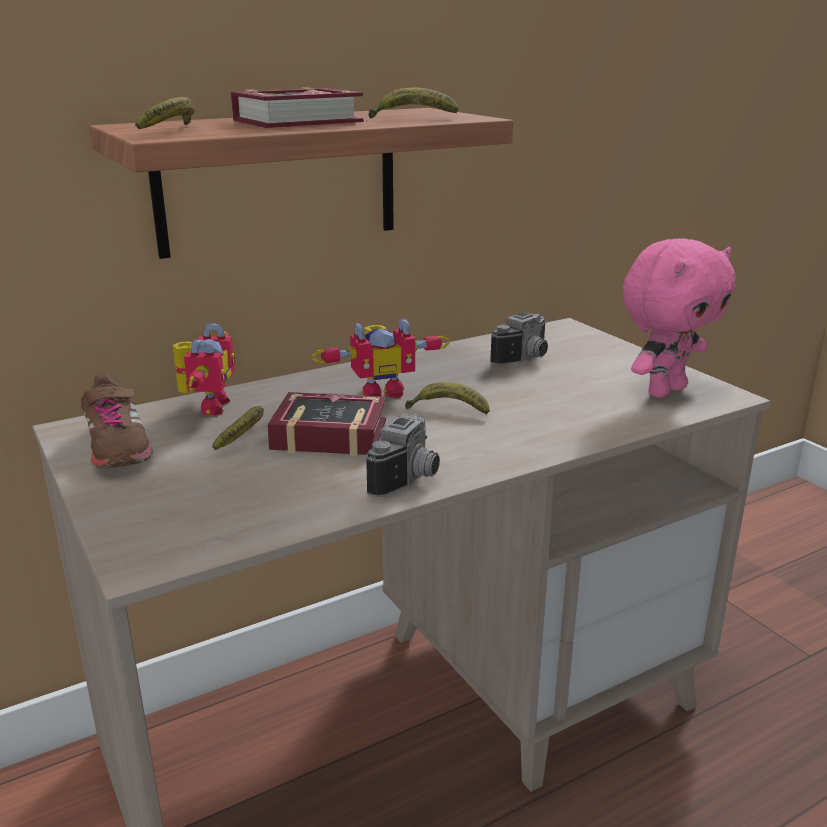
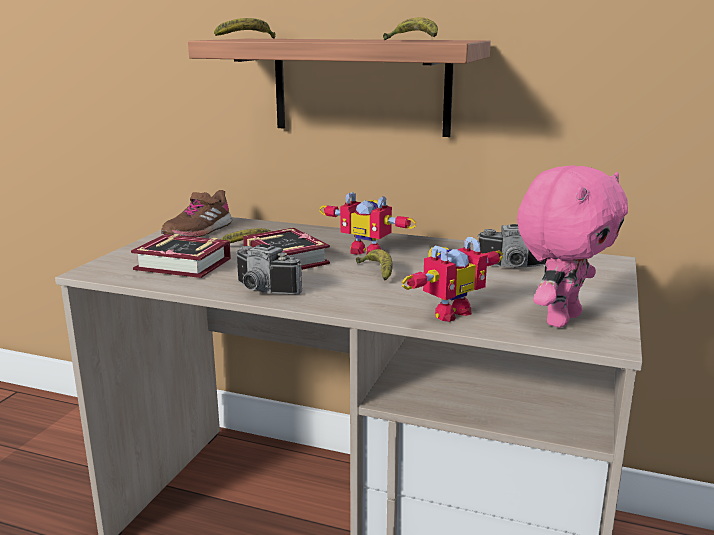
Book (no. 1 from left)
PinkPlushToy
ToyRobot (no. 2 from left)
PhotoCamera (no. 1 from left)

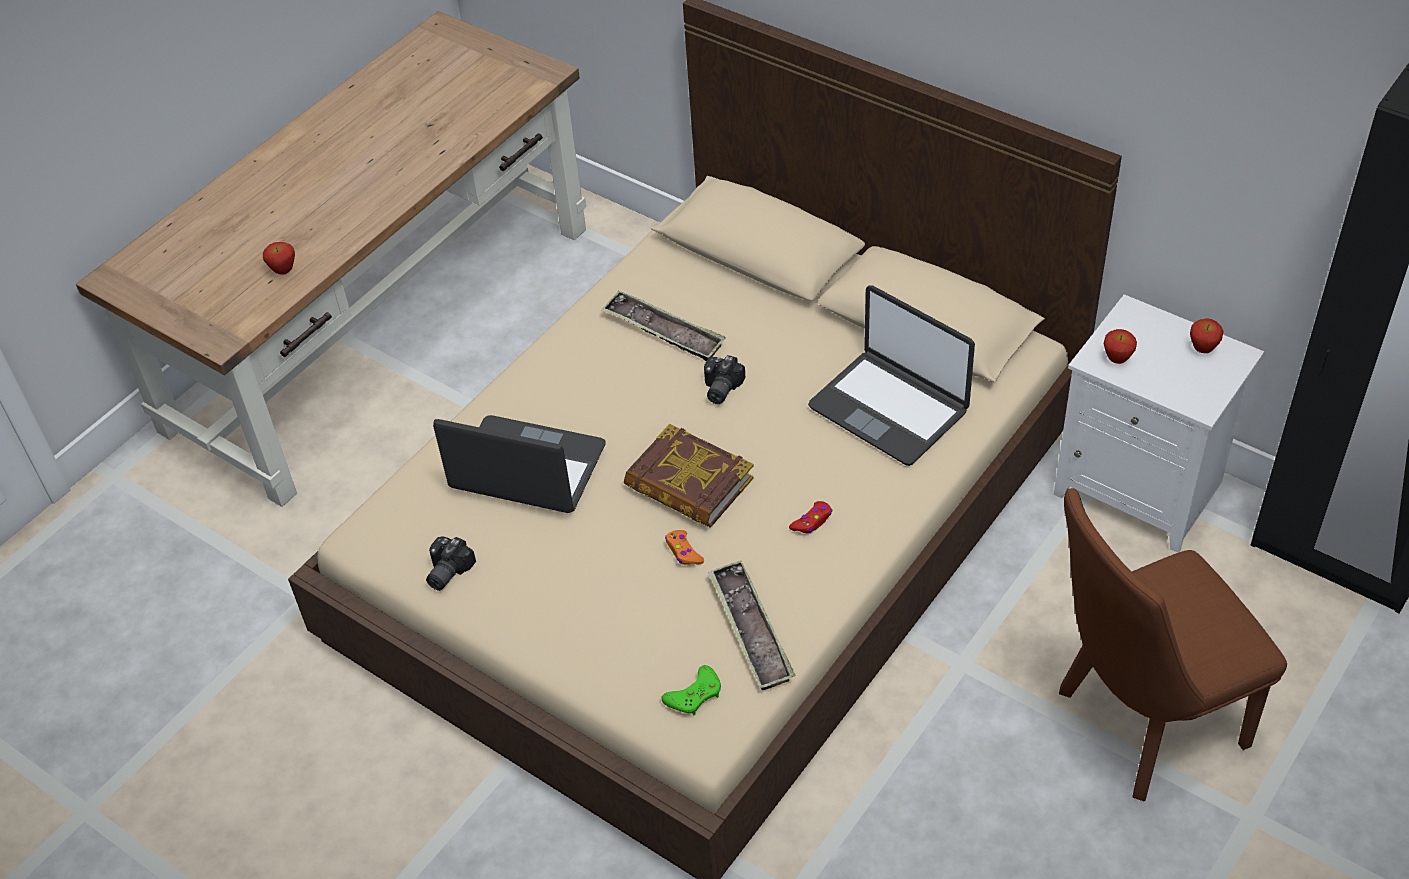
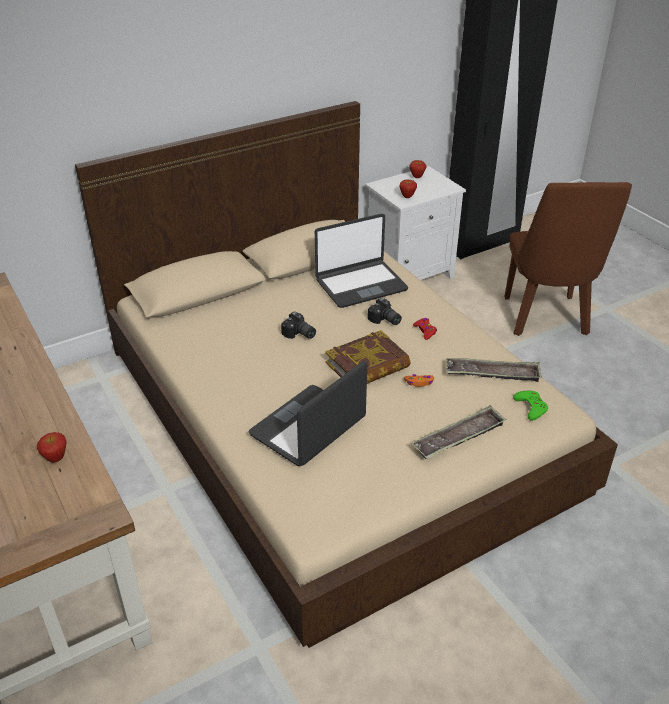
Tray (no. 1 from left)
PhotoCamera (no. 2 from left)

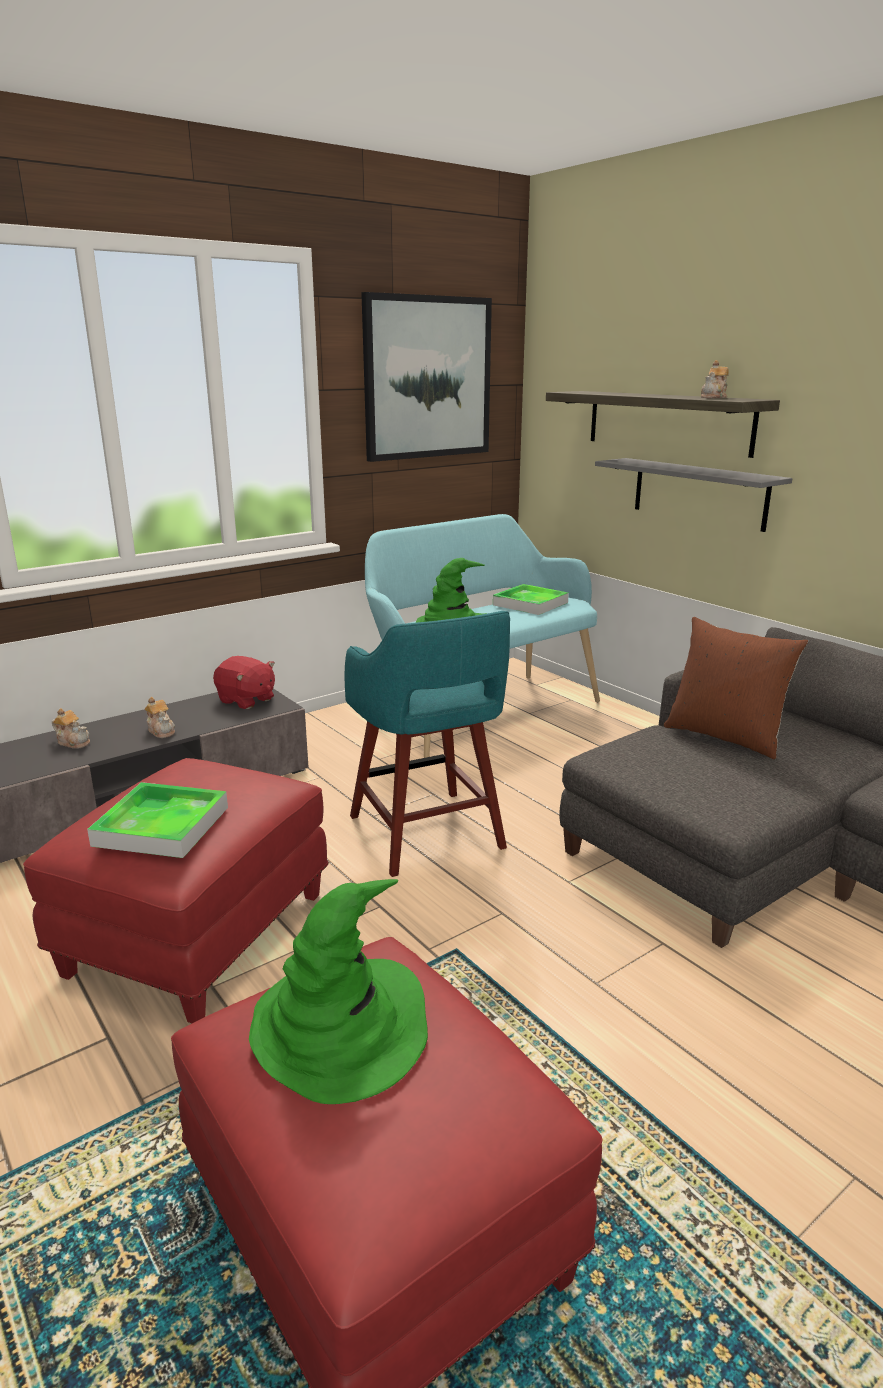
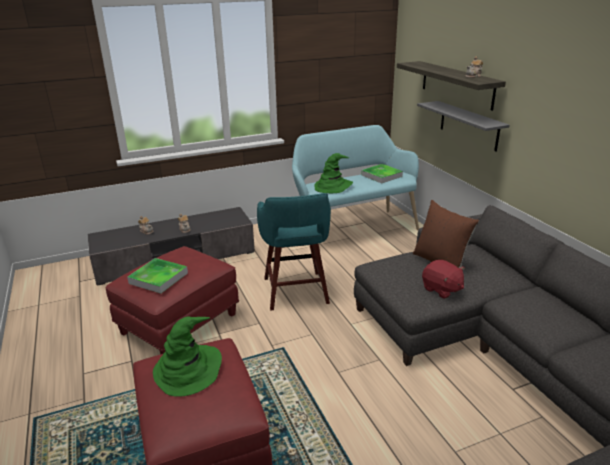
Picture
RedPlushToy

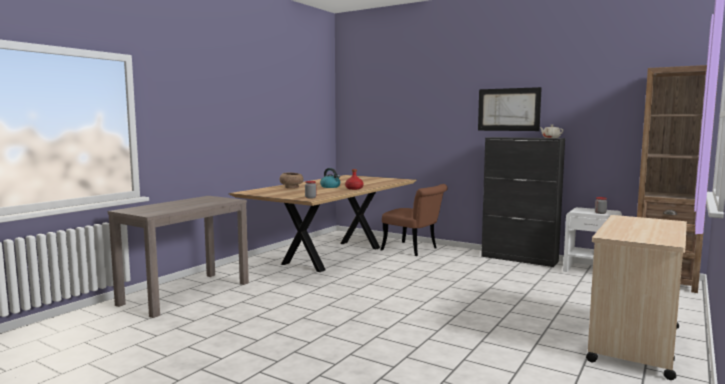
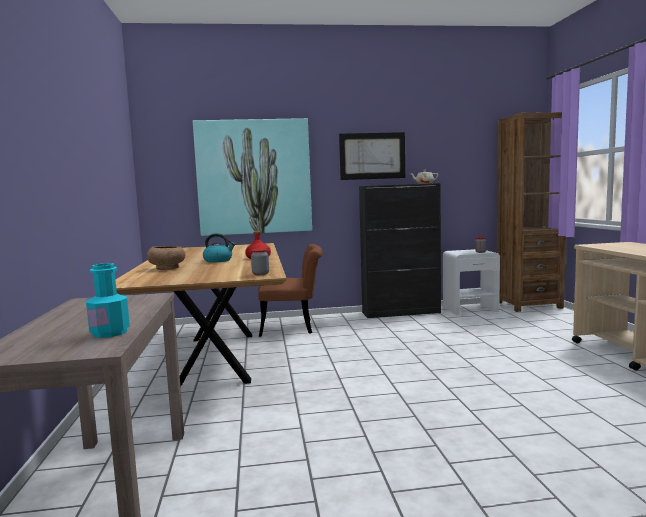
Picture (no. 1 from left)
TurquoiseBottle

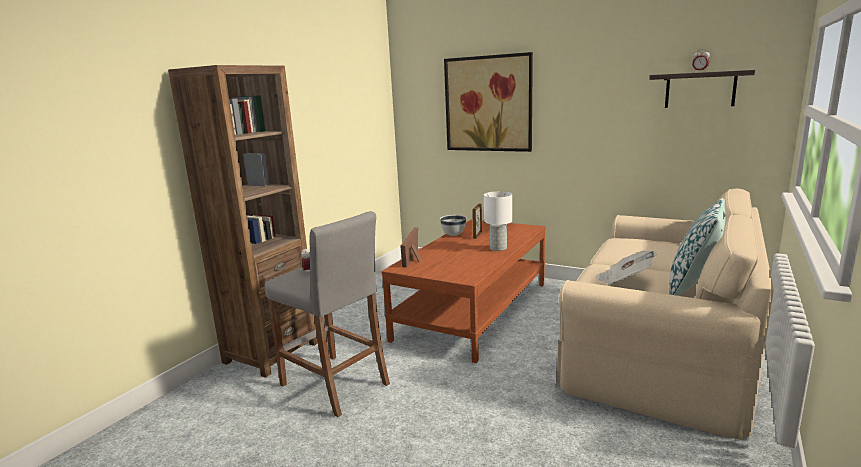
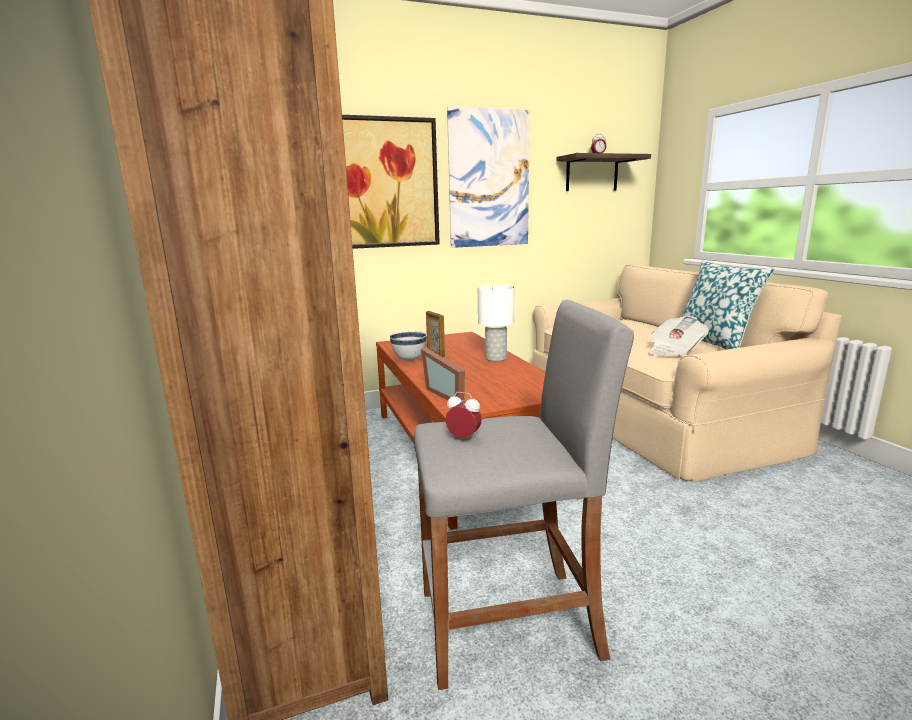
Picture (no. 2 from left)

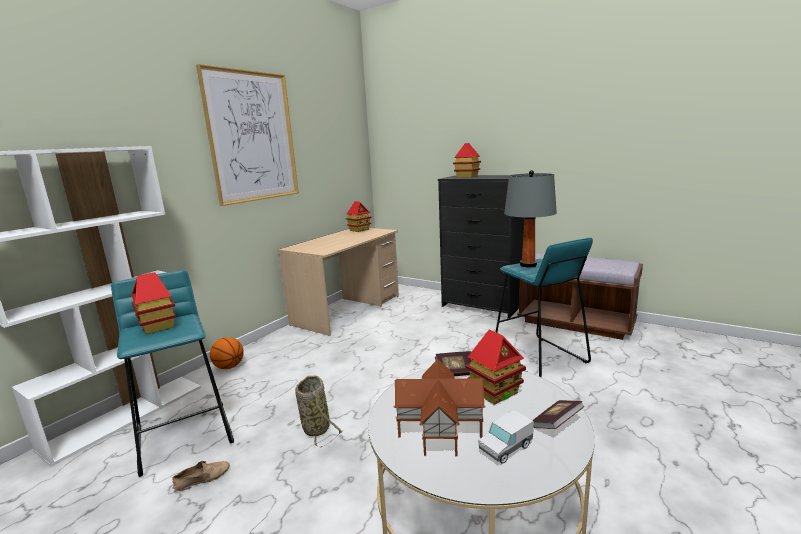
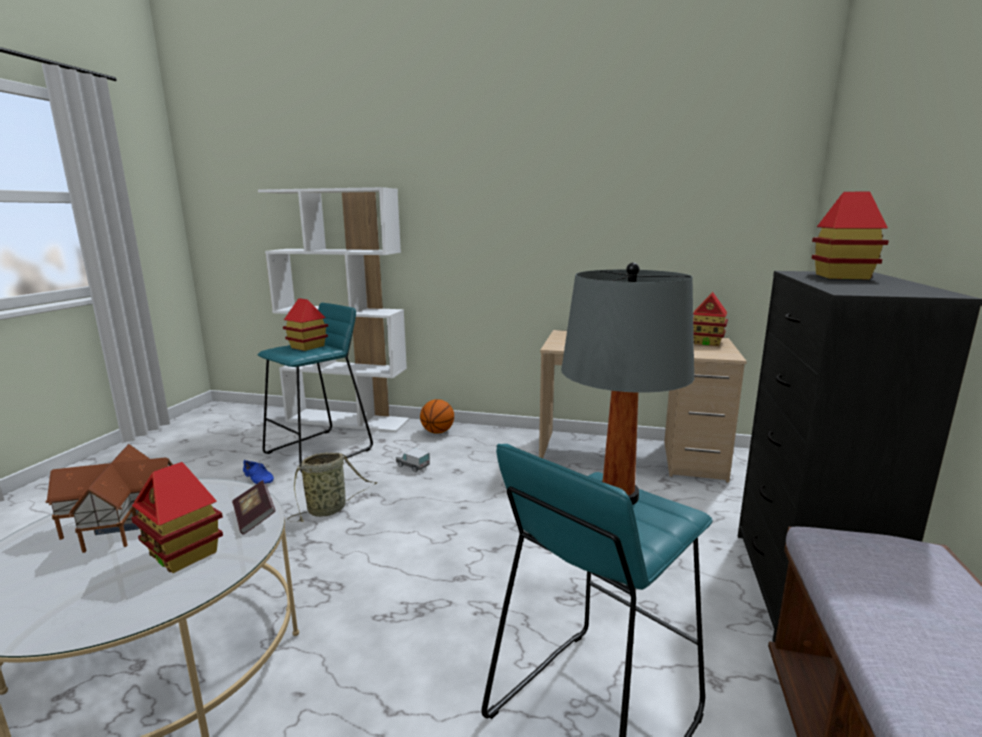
Picture
Book (no. 2 from left in the first image)
ToyTruck
BlueShoe

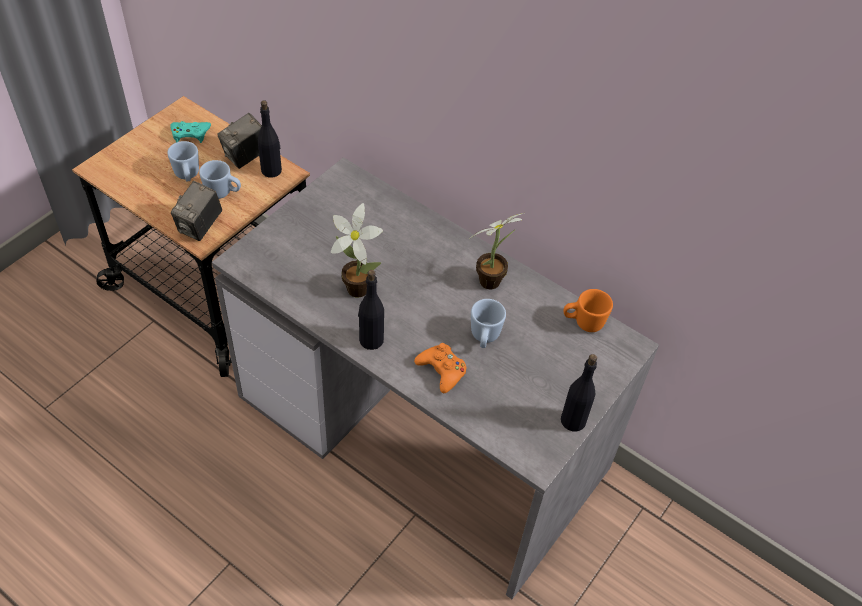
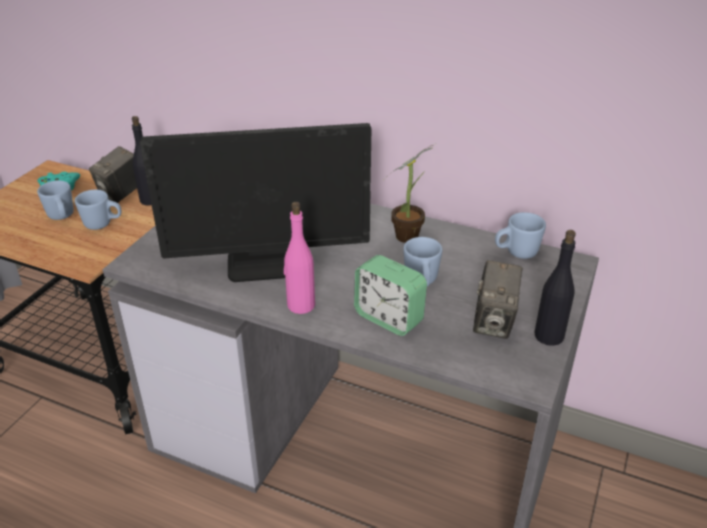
PhotoCamera (no. 2 from left)
Monitor
PinkBottle
BlueMug (no. 4 from left)
AlarmClock

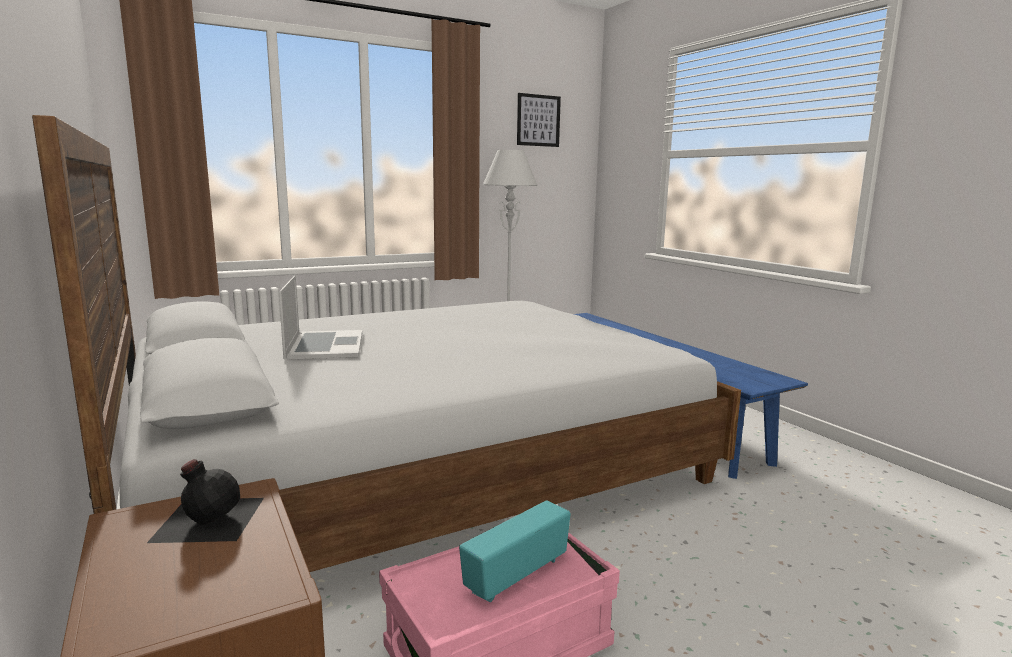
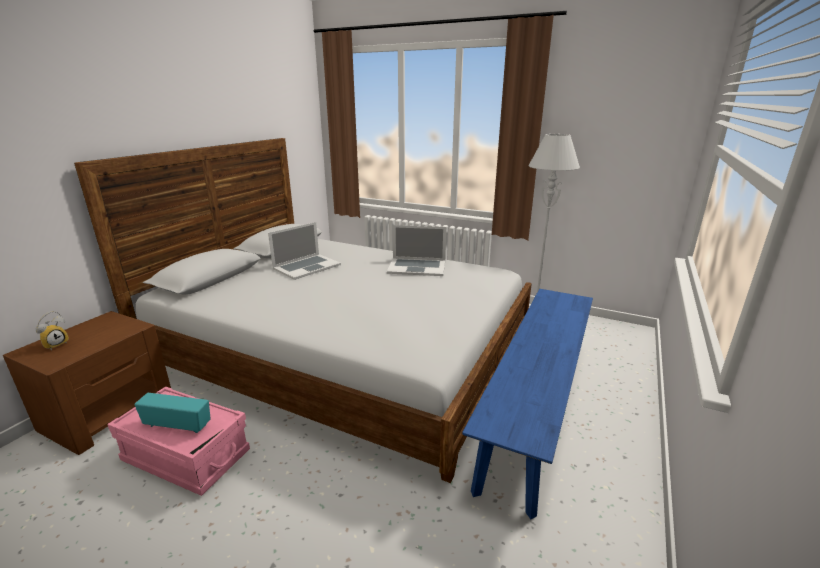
Picture
BlackBottle
Laptop (no. 2 from left)
AlarmClock

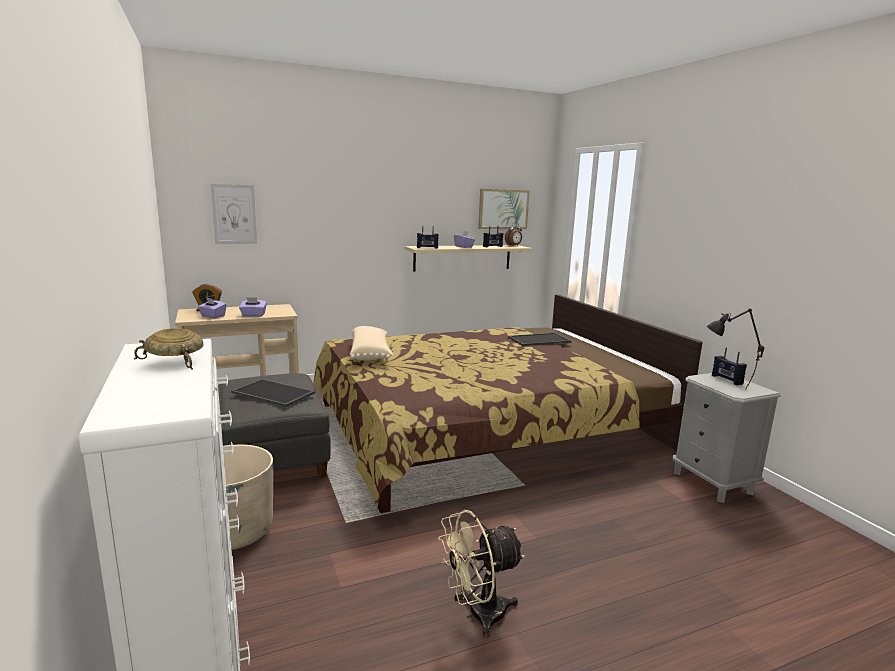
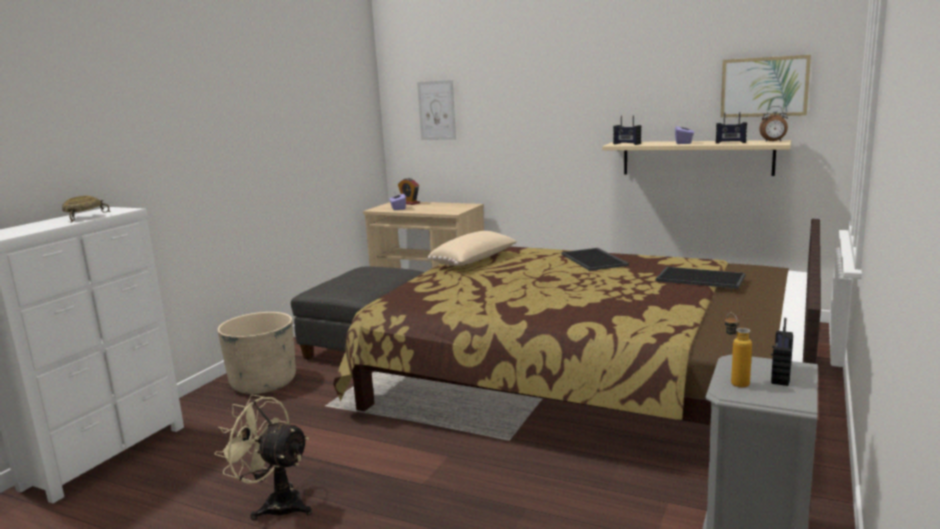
PurpleTissueBox (no. 2 from left in the first image)
Bottle
Tray (no. 1 from left)

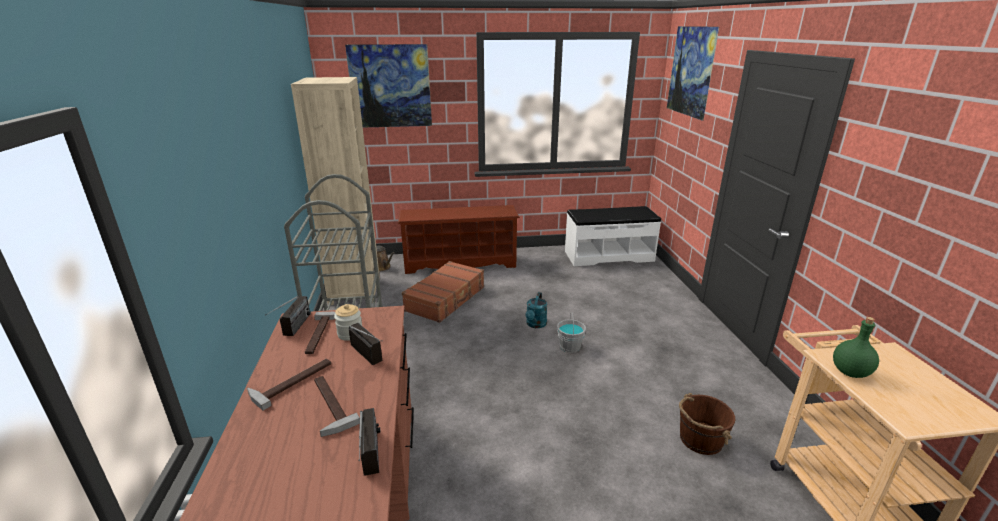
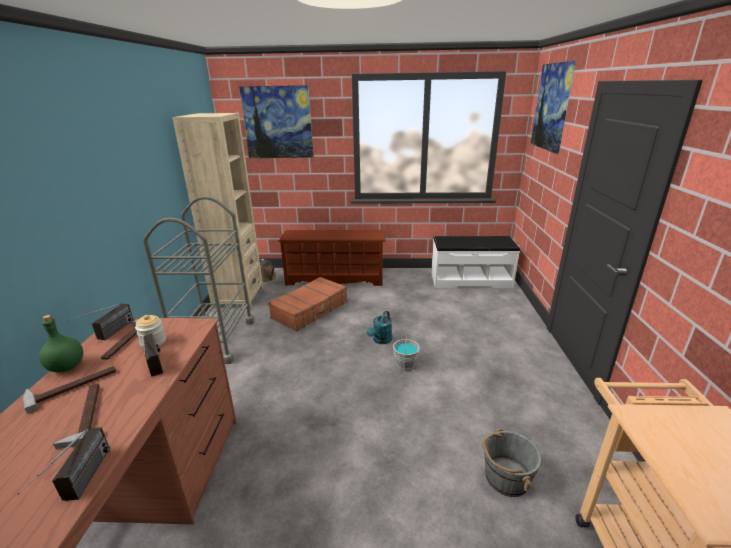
GreenBottle
GreyBucket (no. 2 from left)

